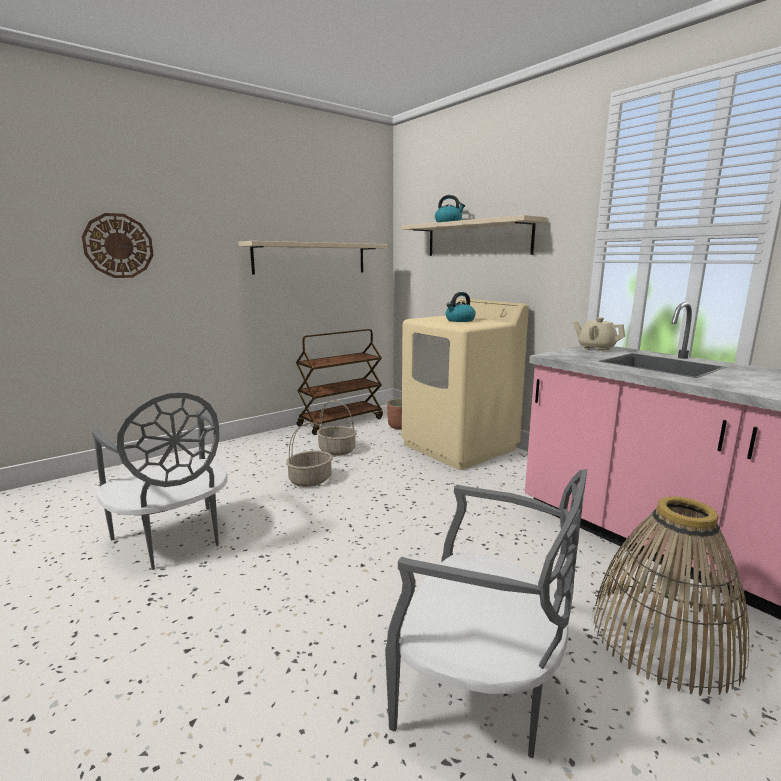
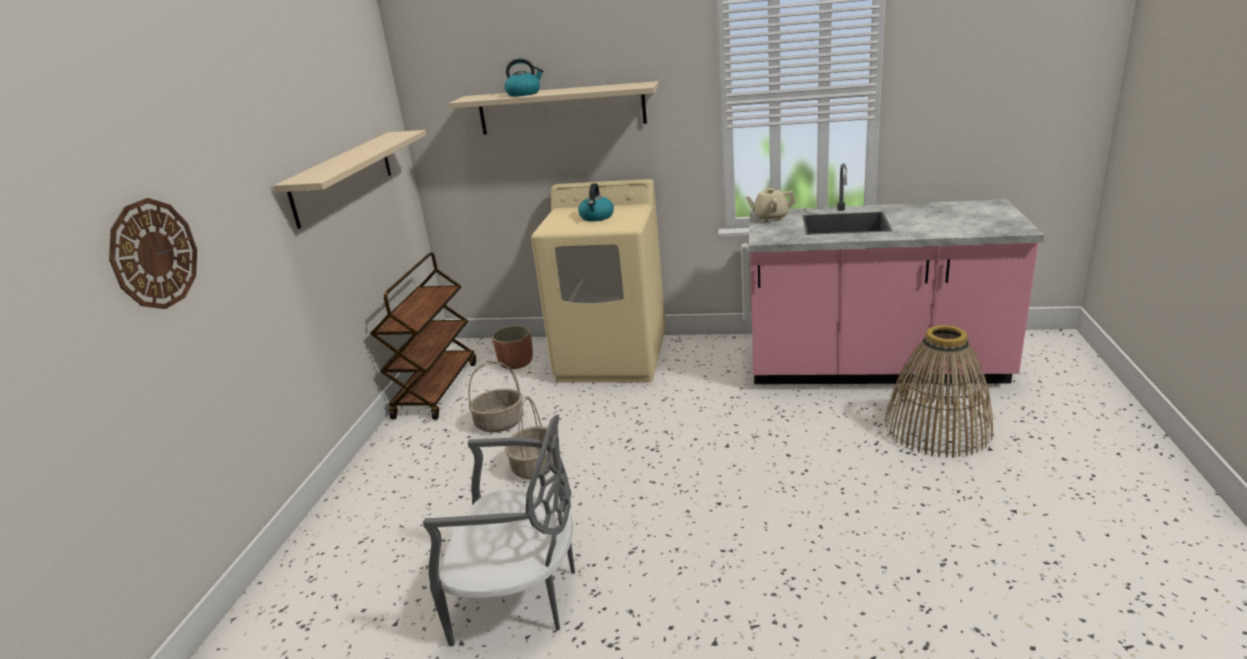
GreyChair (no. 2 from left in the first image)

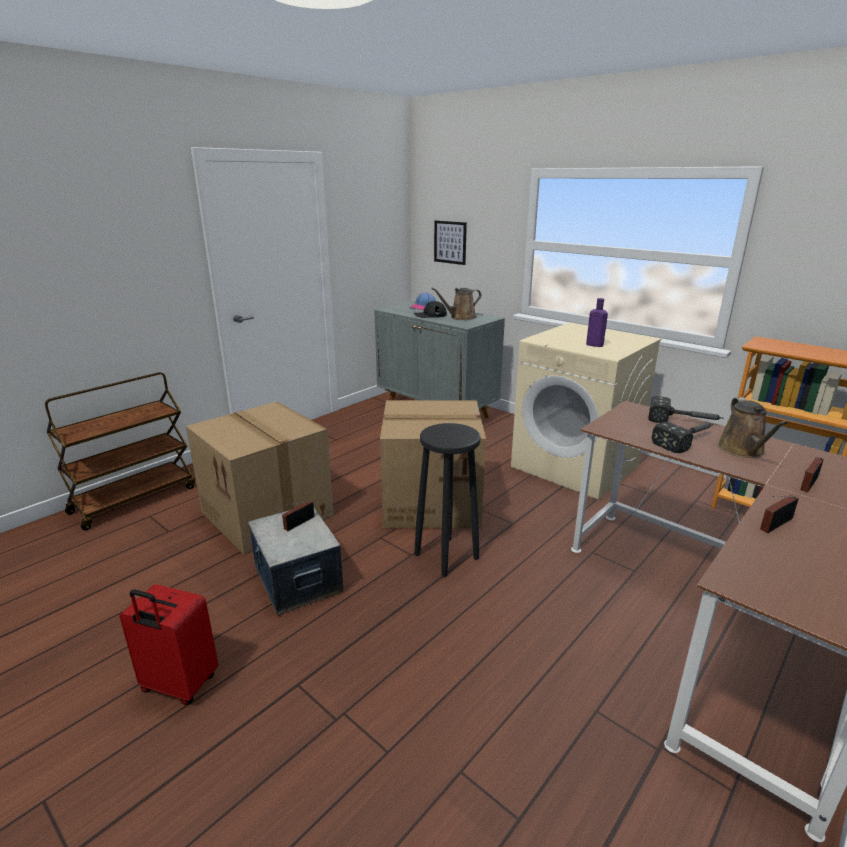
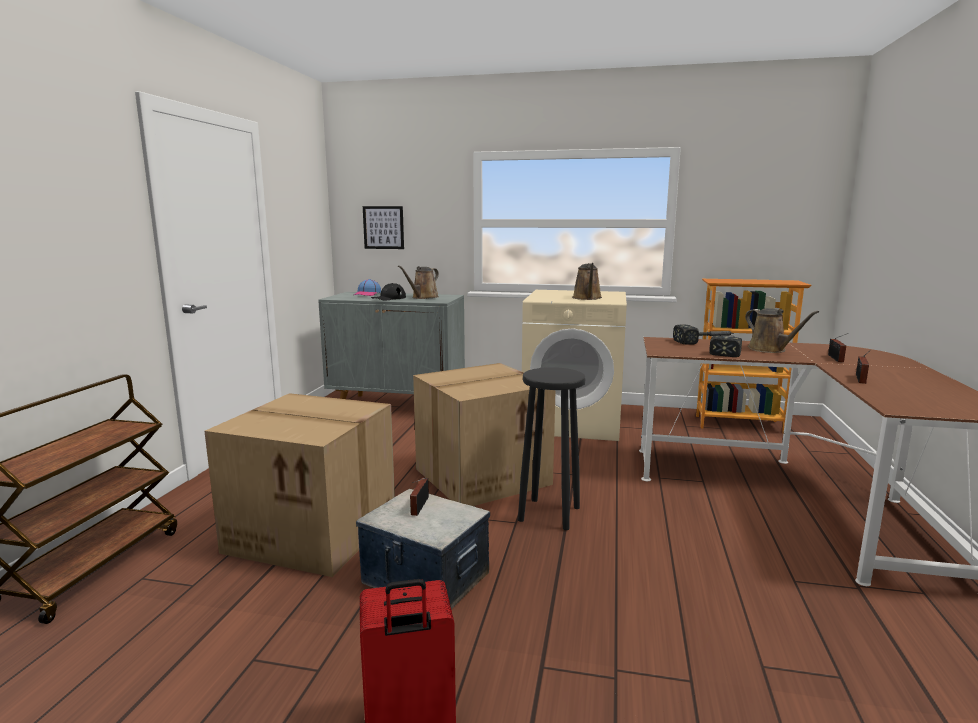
BrownWateringCan (no. 2 from left)

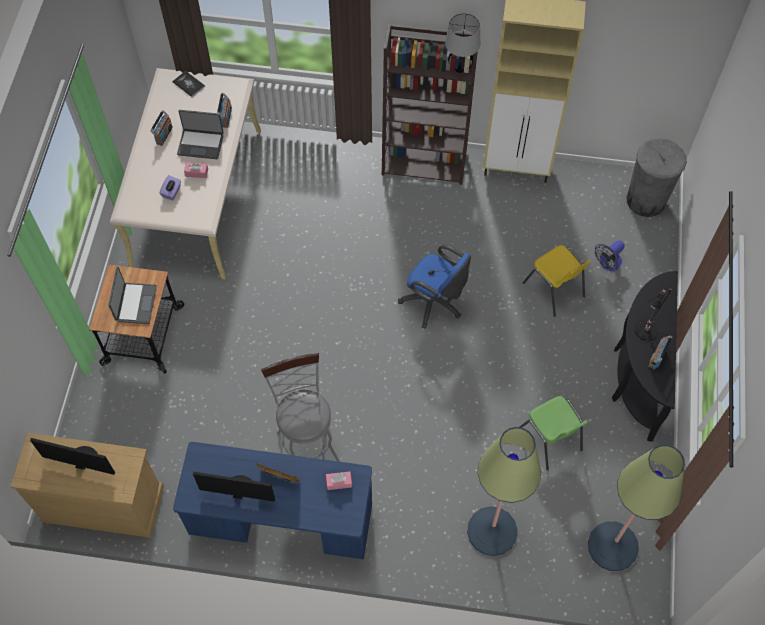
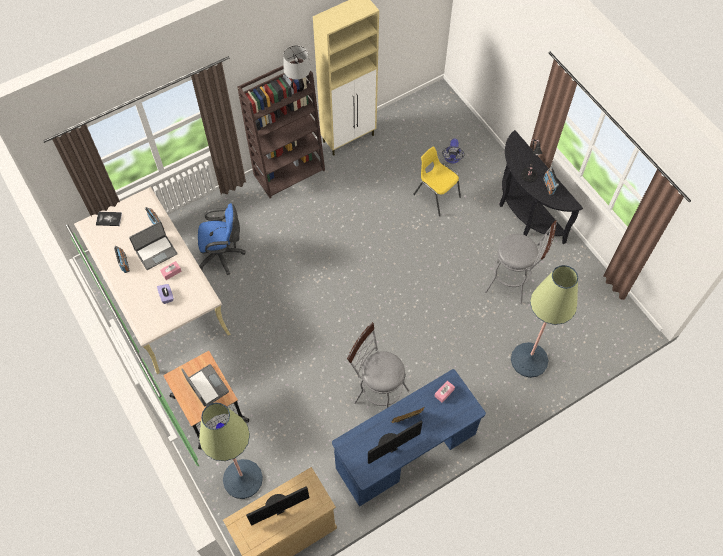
GreyTrashCan
BlueOfficeChair
YellowChair
GreyStool (no. 2 from left)
FloorLamp (no. 1 from left)

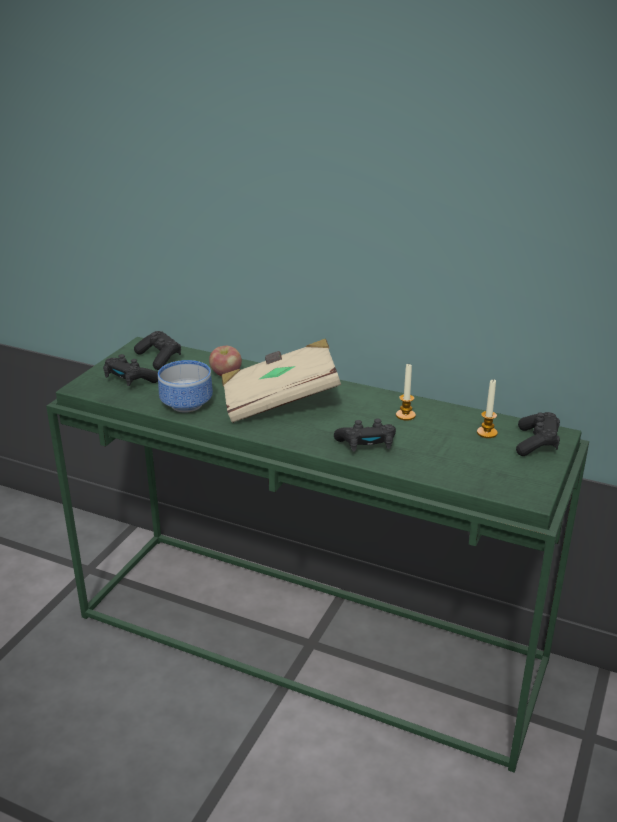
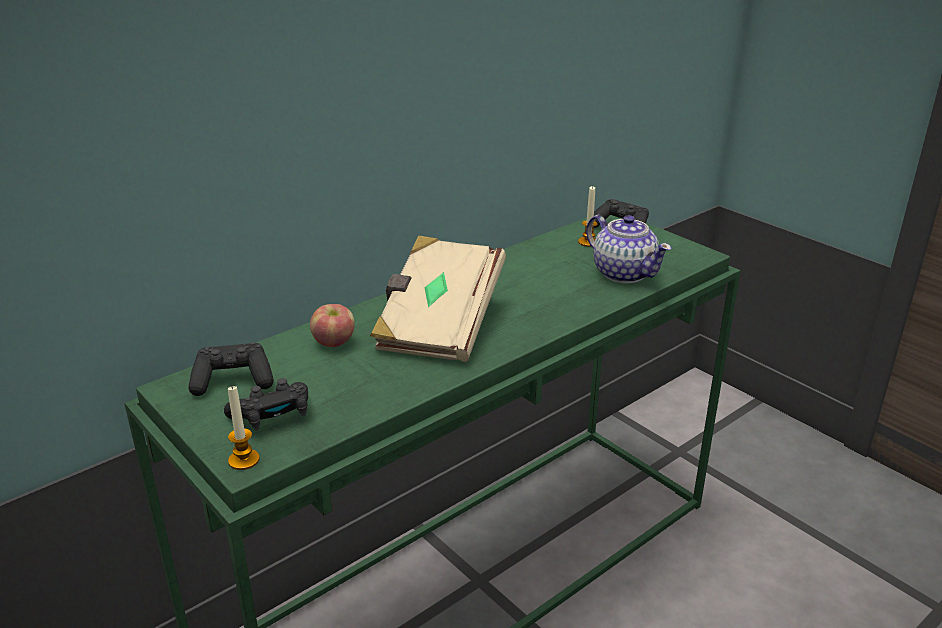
Bowl
Candle (no. 1 from left)
BlackGameController (no. 3 from left in the first image)
Teapot

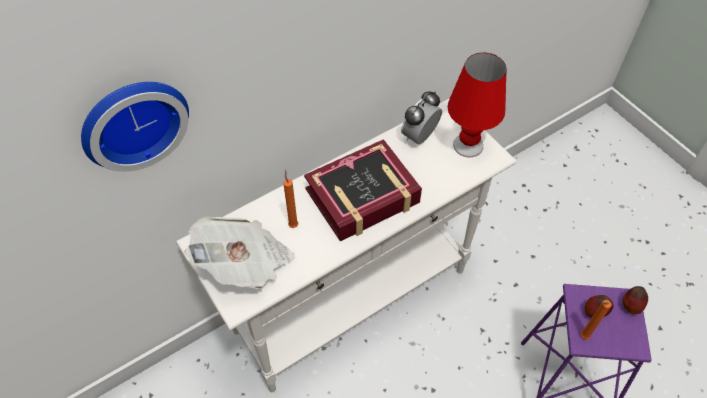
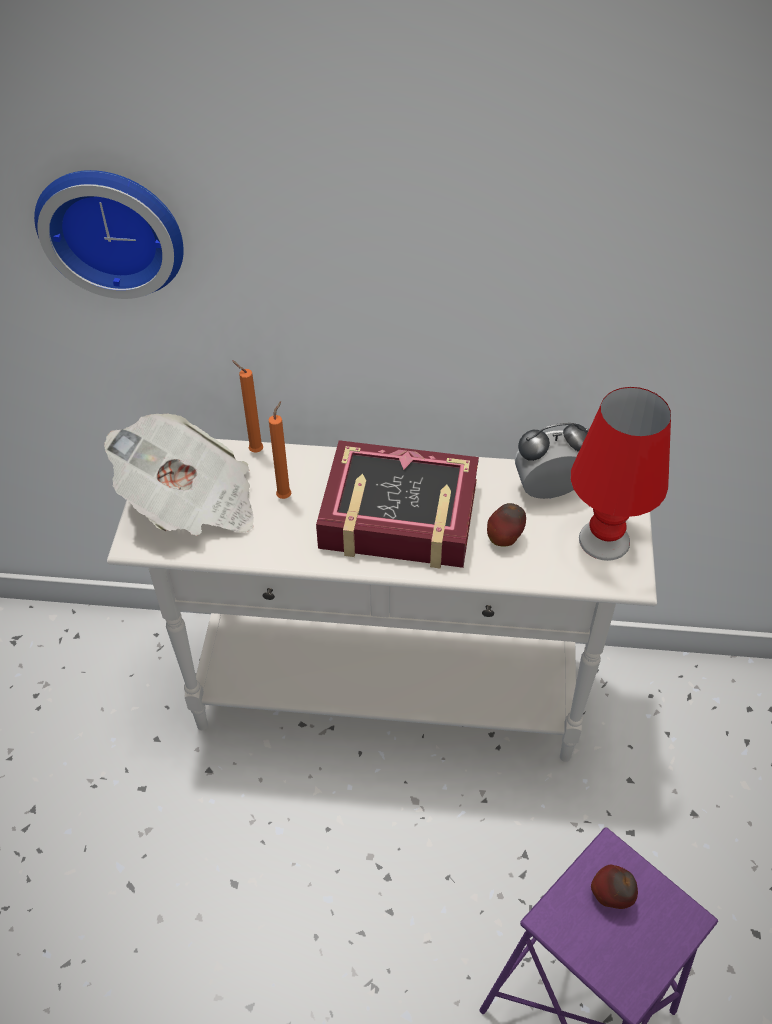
Apple (no. 1 from left)
OrangeCandle (no. 1 from left)

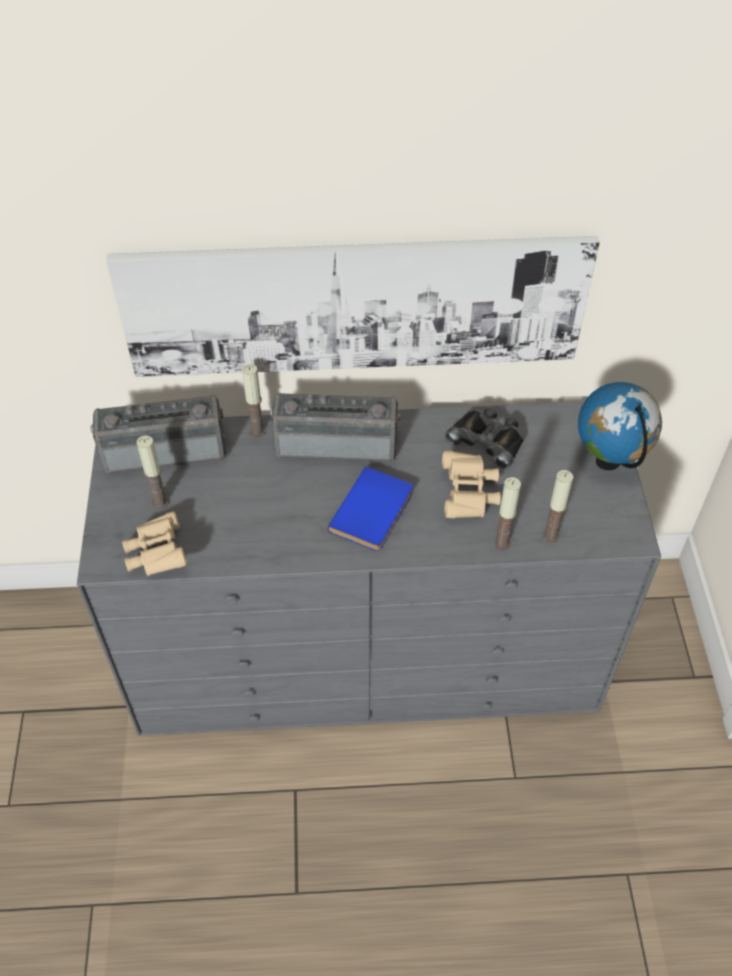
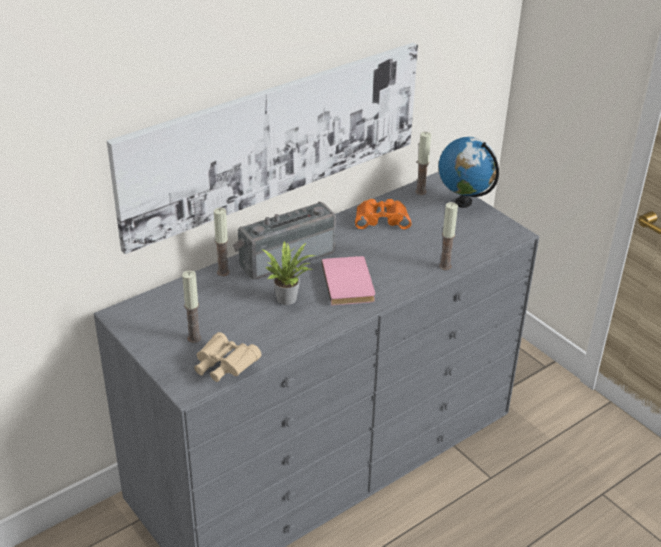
Radio (no. 1 from left in the first image)
OrangeBinoculars
BeigeBinoculars (no. 2 from left in the first image)
PinkBook
Candle (no. 3 from left)
PottedPlant

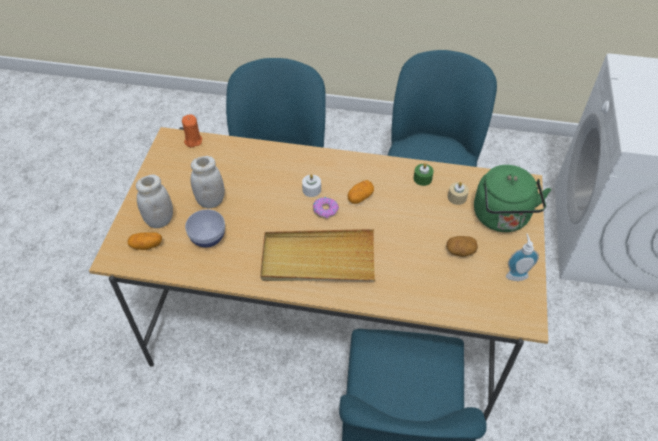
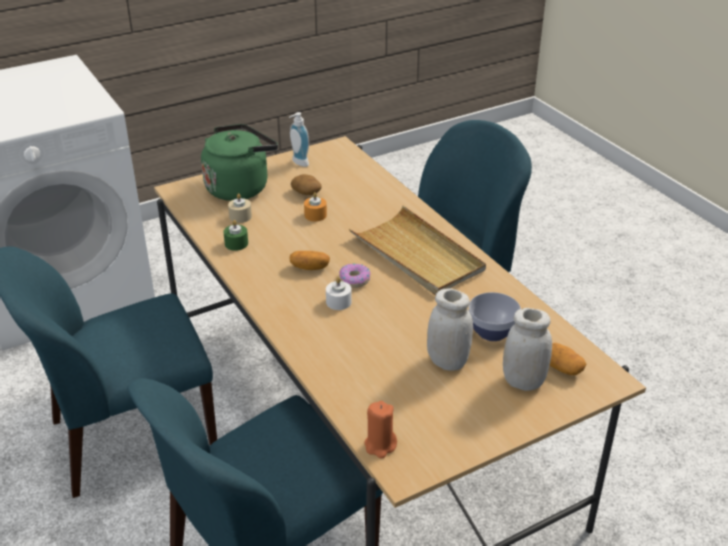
OrangeCandle (no. 1 from left)

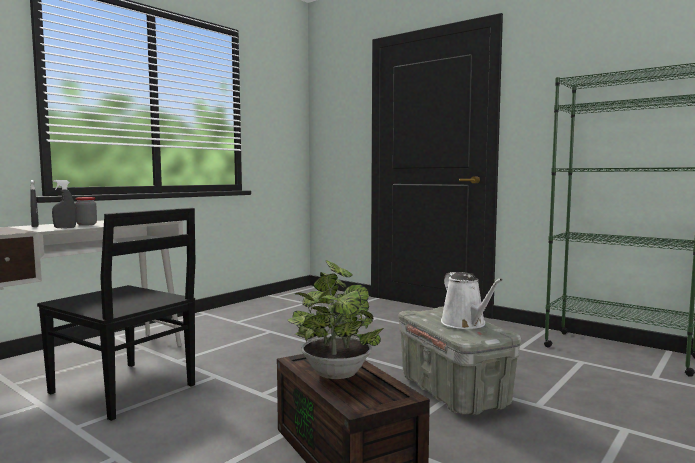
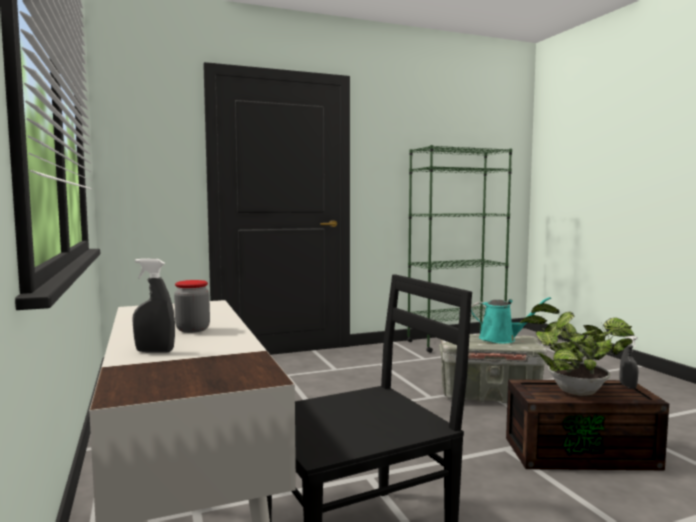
GreySprayBottle (no. 2 from left)
TurquoiseWateringCan

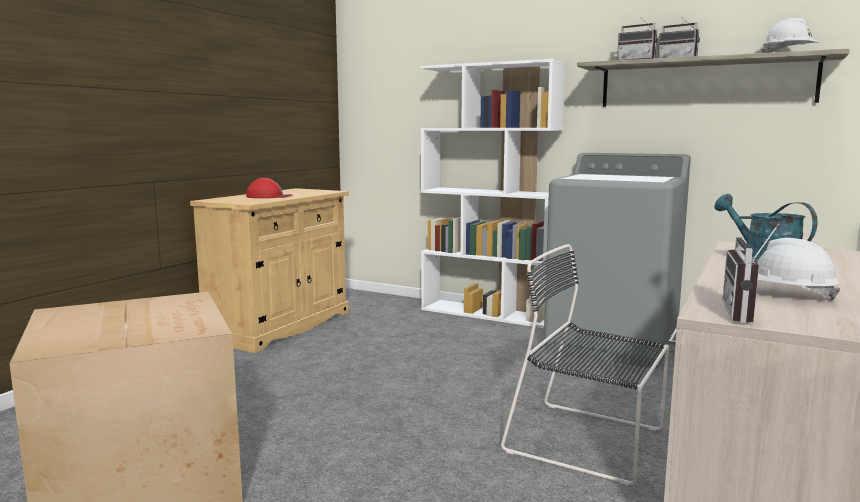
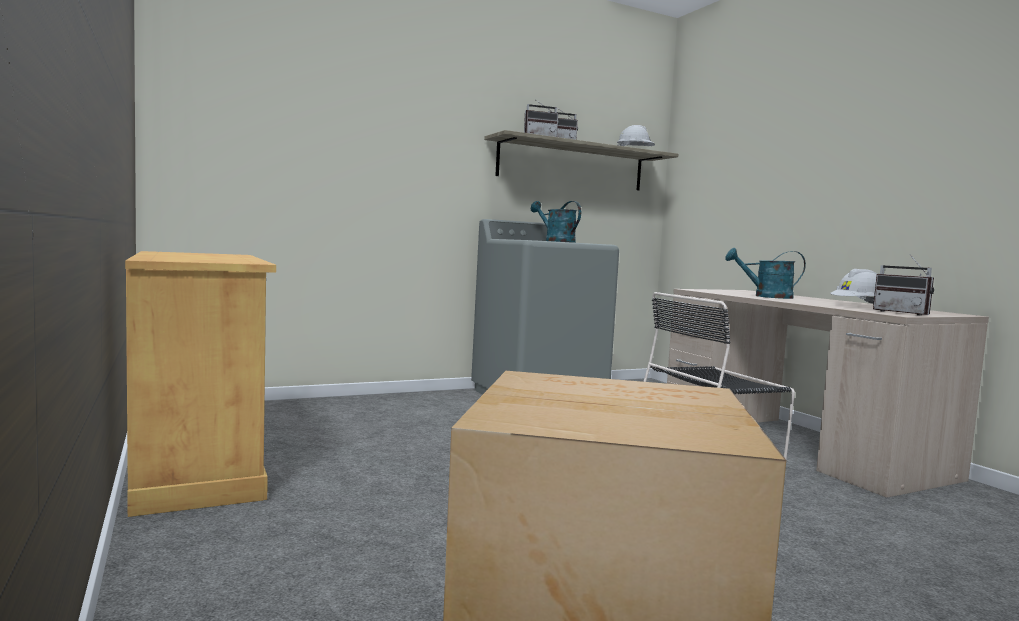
WhiteBookcase
RedCap
TurquoiseWateringCan (no. 1 from left)

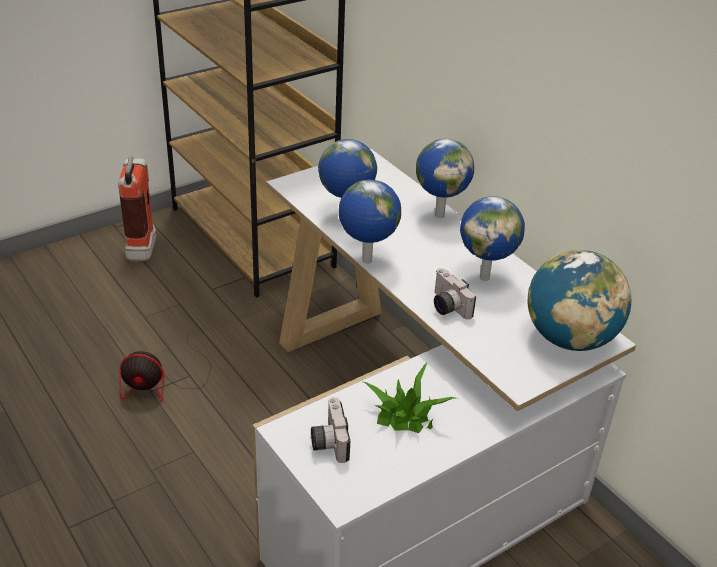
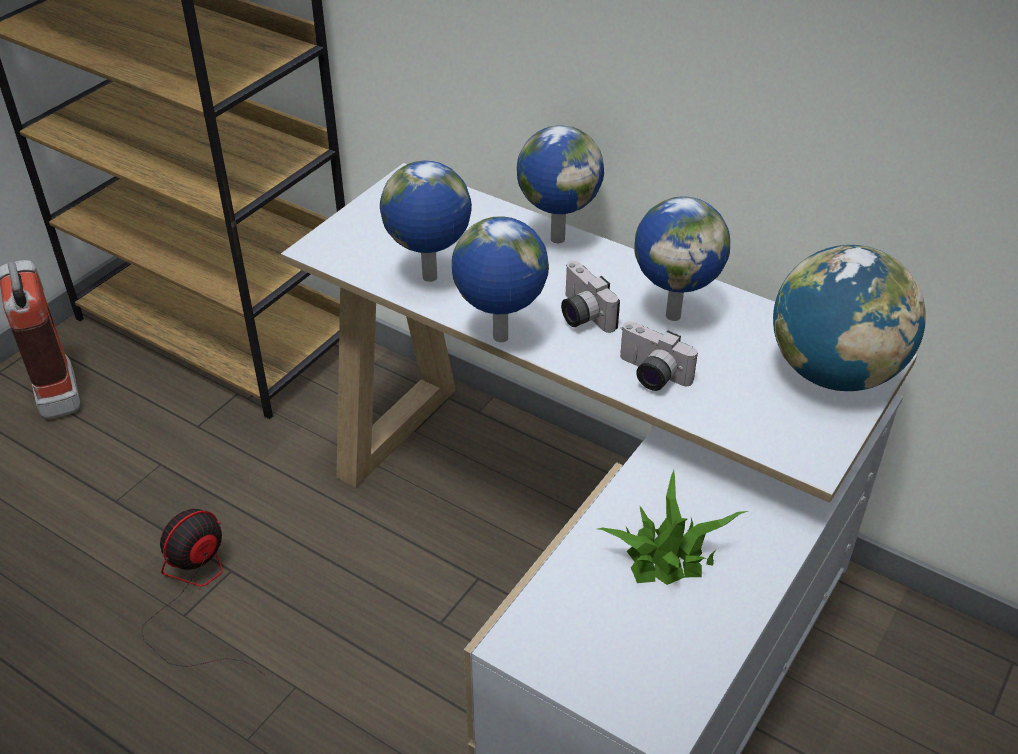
Fan
PhotoCamera (no. 1 from left)

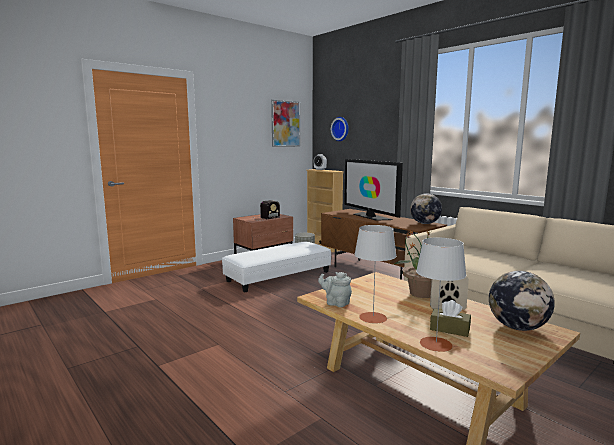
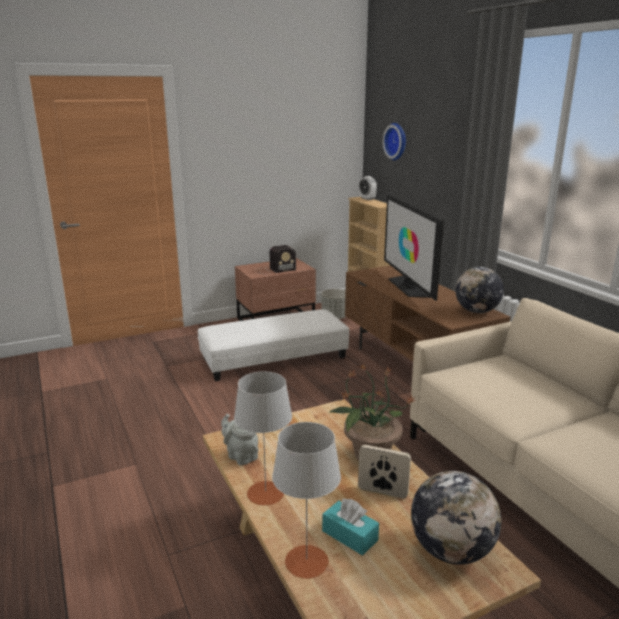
Picture
TurquoiseTissueBox

